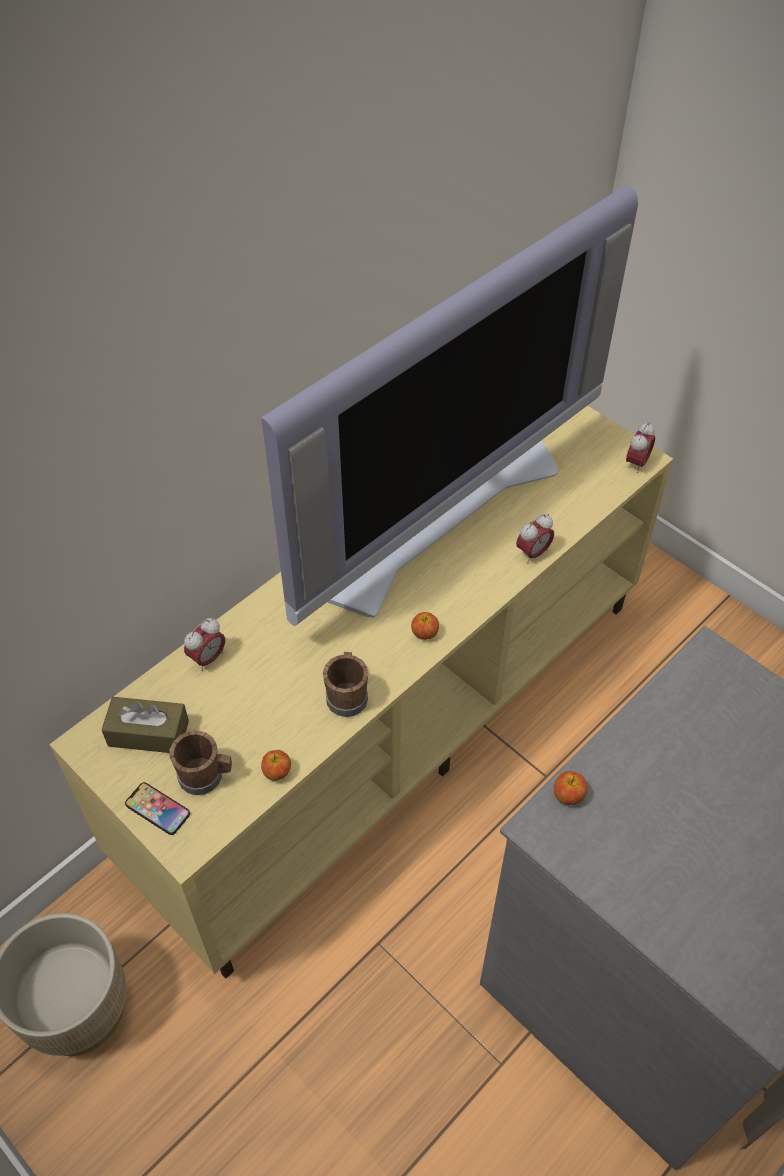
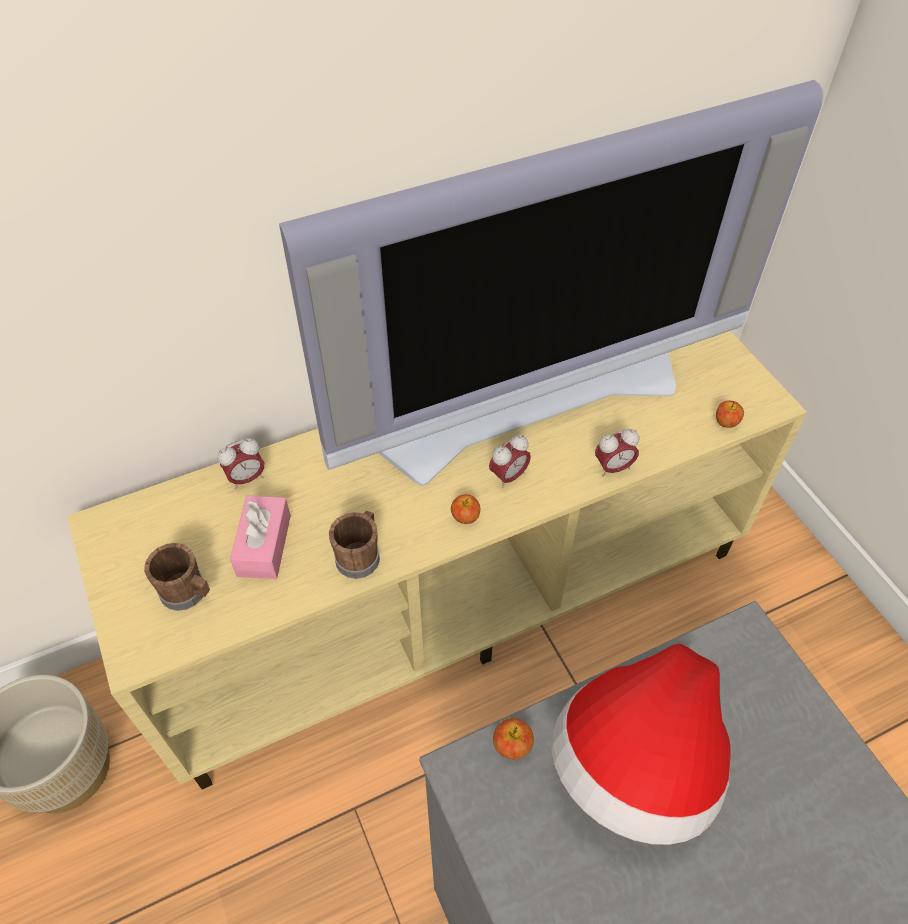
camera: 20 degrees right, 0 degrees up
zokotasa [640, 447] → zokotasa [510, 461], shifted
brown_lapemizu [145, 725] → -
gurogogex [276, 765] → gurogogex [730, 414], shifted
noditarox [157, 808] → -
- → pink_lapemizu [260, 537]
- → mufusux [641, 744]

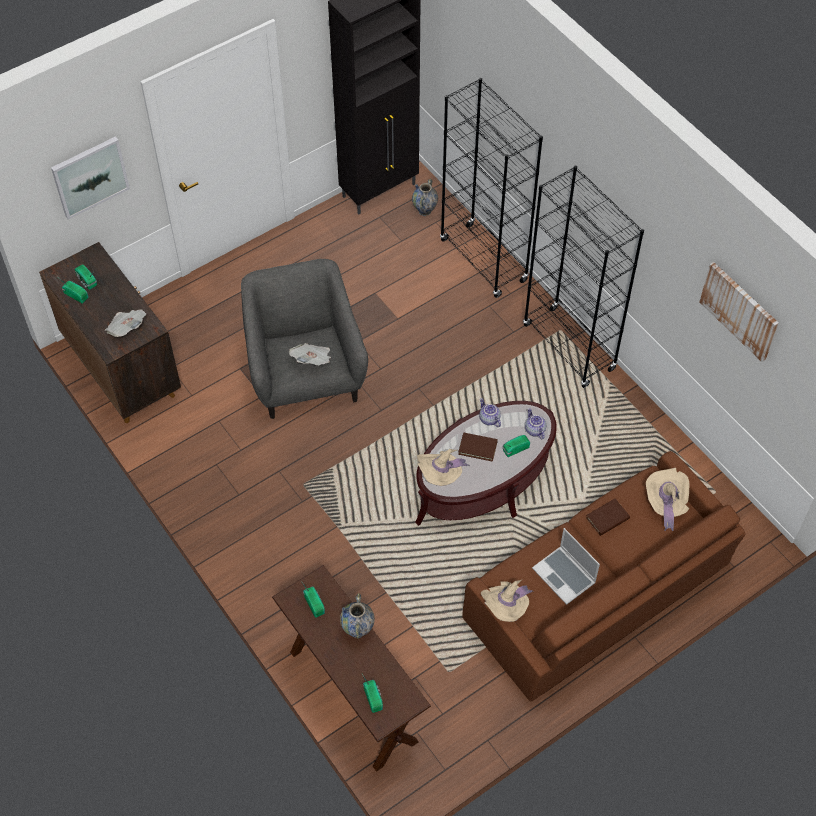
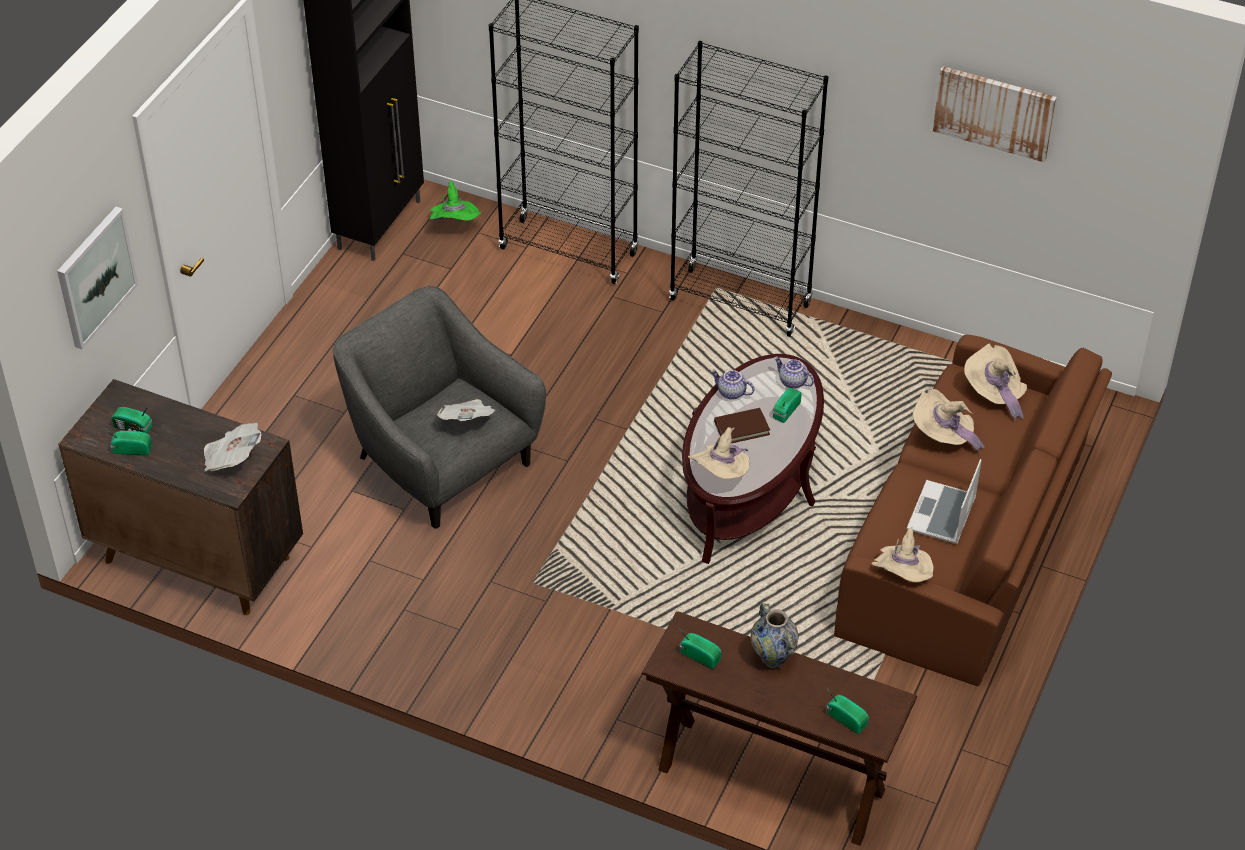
camera: 30 degrees left, 10 degrees down
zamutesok [425, 197] → green_mufusux [455, 200]
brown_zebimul [608, 517] → beige_mufusux [948, 421]
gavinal [566, 566] → gavinal [944, 501], 90 degrees clockwise

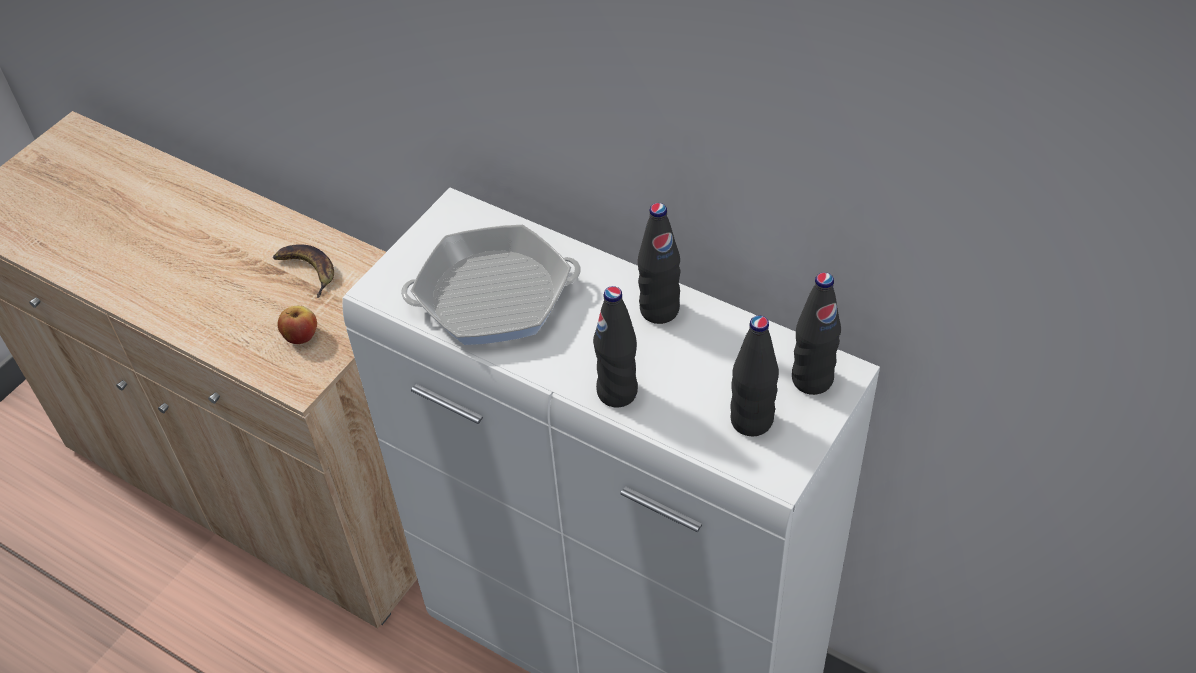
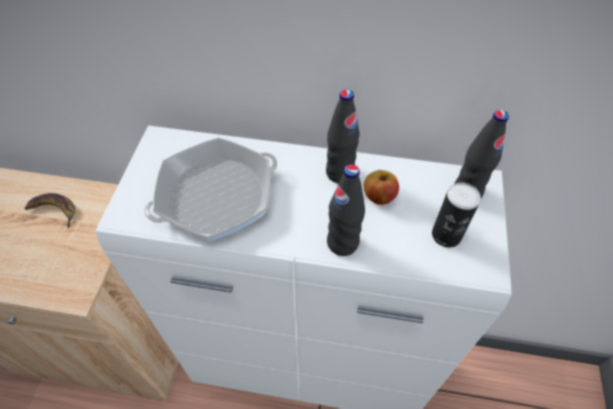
camera: 25 degrees left, 5 degrees up
gurogogex [297, 325] → gurogogex [381, 187], shifted
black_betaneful [754, 375] → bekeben [456, 215]

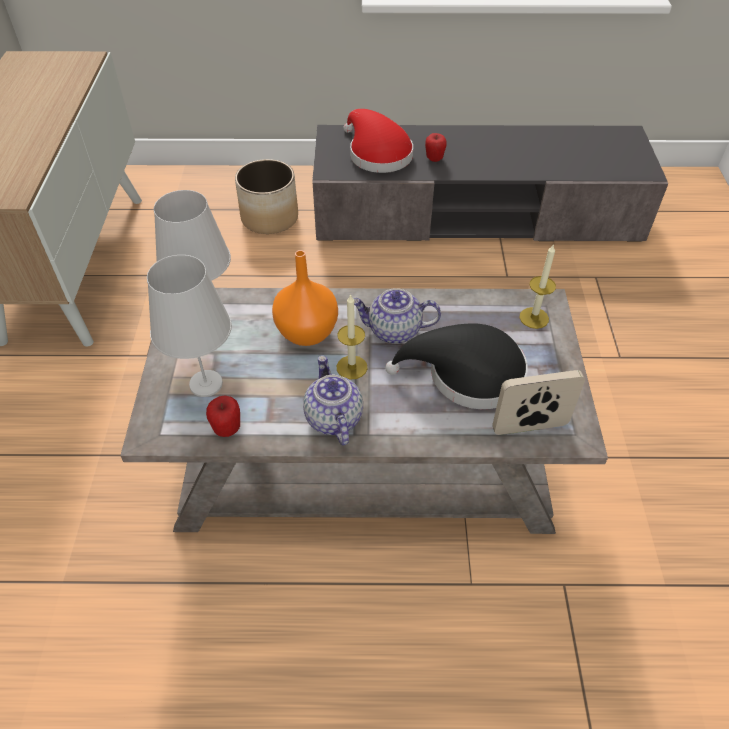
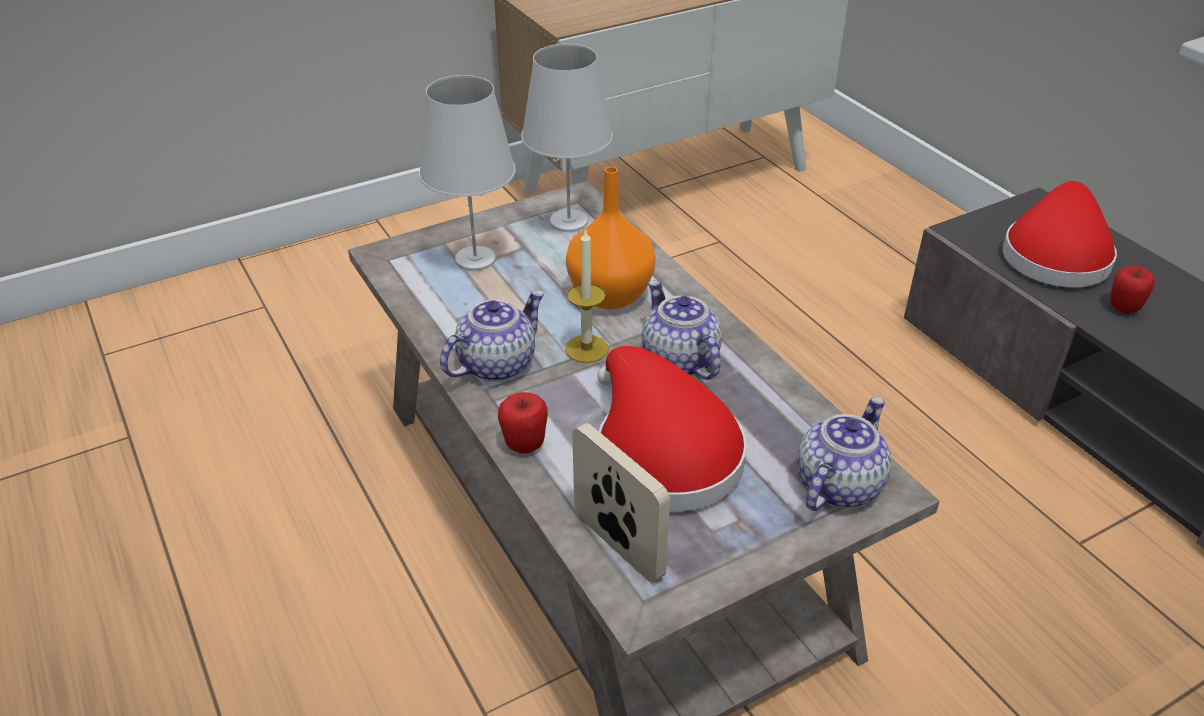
camera: 60 degrees right, 10 degrees down
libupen [266, 196] → -
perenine [537, 286] → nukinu [844, 454]
black_mufusux [456, 366] → red_mufusux [672, 428]
gurogogex [223, 416] → gurogogex [523, 423], shifted

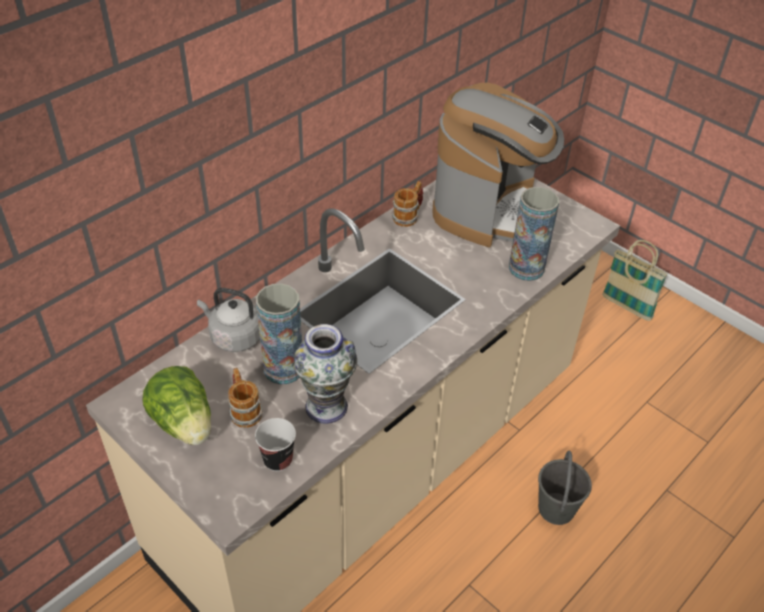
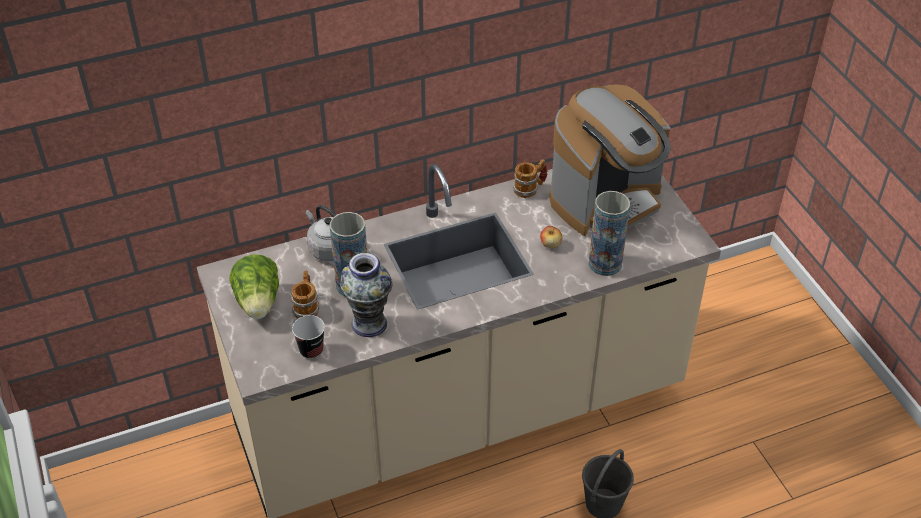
camera: 25 degrees right, 0 degrees up
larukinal [635, 280] → -
- → gurogogex [551, 237]

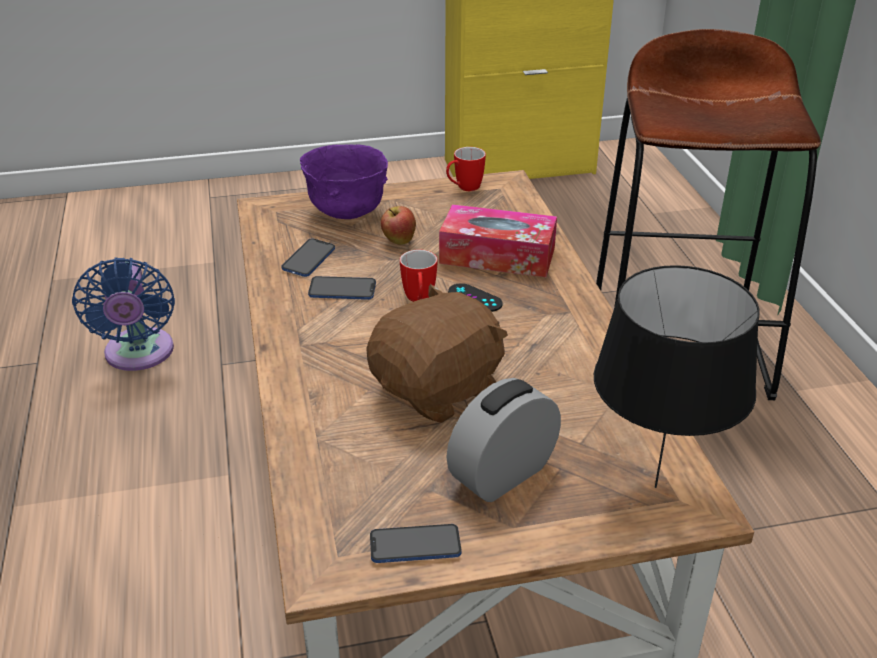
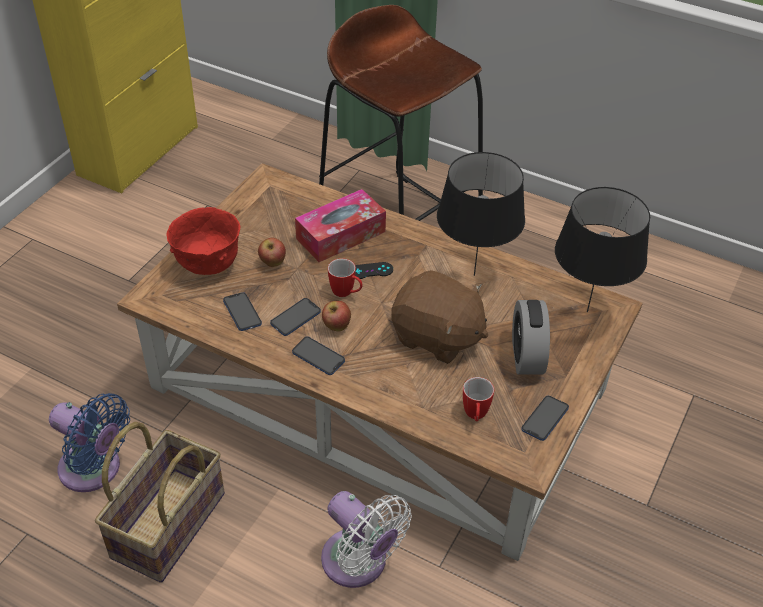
camera: 50 degrees left, 10 degrees up
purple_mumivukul [344, 181] → red_mumivukul [203, 241]
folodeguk [466, 169] → folodeguk [478, 399], shifted
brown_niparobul [437, 353] → brown_niparobul [440, 317], 120 degrees clockwise
- → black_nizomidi [481, 214]
- → gurogogex [336, 316]
- → noditarox [318, 355]
- → larukinal [160, 502]
- → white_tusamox [366, 539]

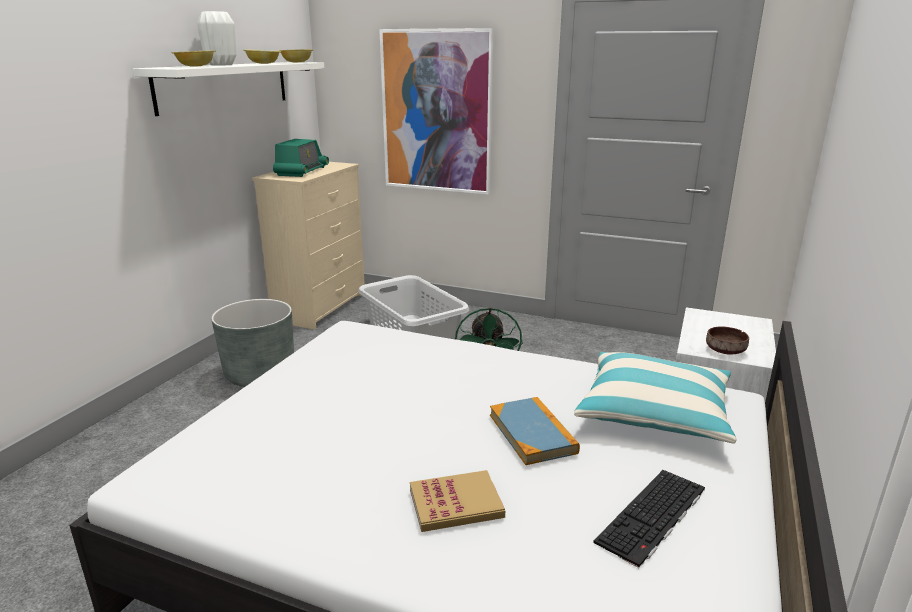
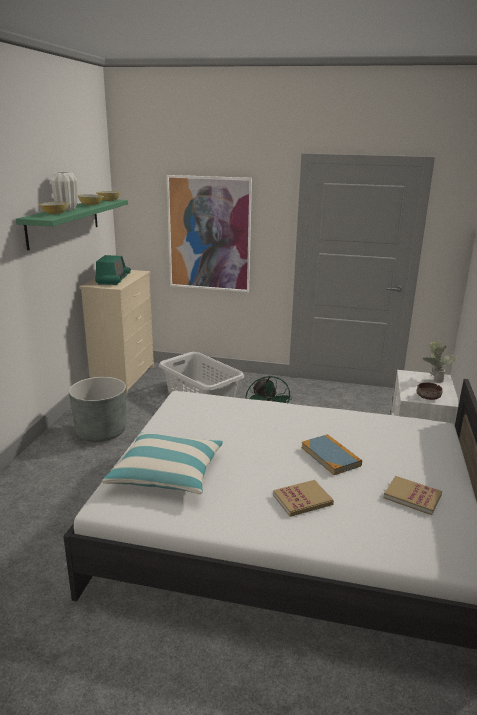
camera: 10 degrees left, 0 degrees up
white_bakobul [229, 89] → green_bakobul [72, 225]
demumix [655, 398] → demumix [162, 463], shifted
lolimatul [649, 519] → zebimul [413, 495]
- → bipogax [440, 361]

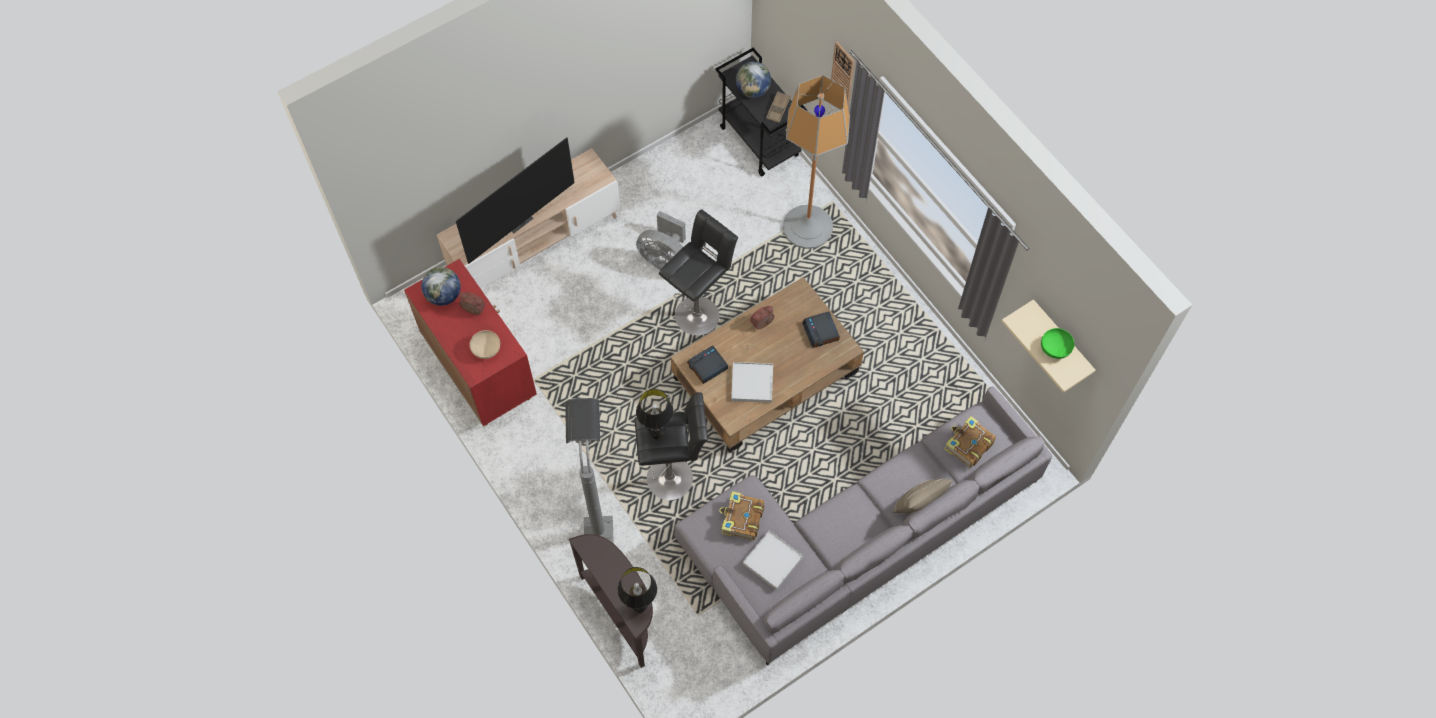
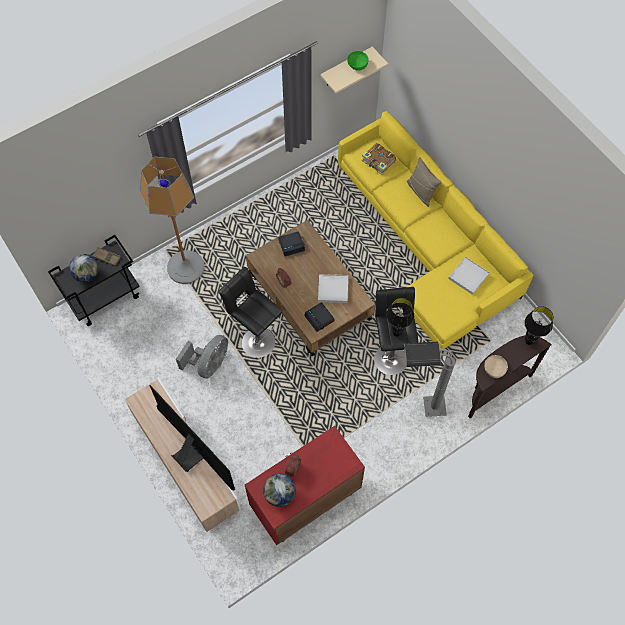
camera: 90 degrees left, 0 degrees up
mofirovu [842, 74] → -
beige_mumivukul [485, 344] → beige_mumivukul [496, 366], shifted
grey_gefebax [863, 526] → yellow_gefebax [435, 232]
zebimul [741, 515] → -

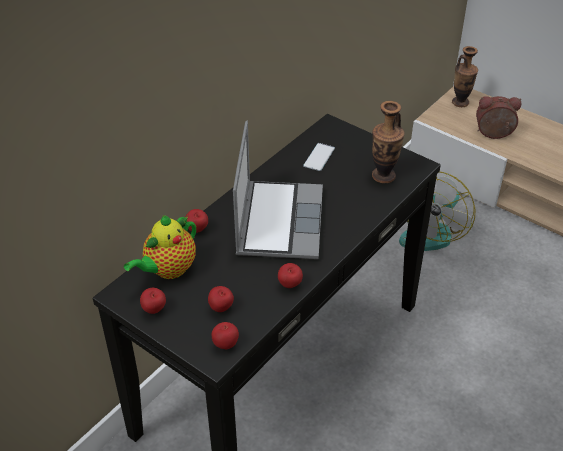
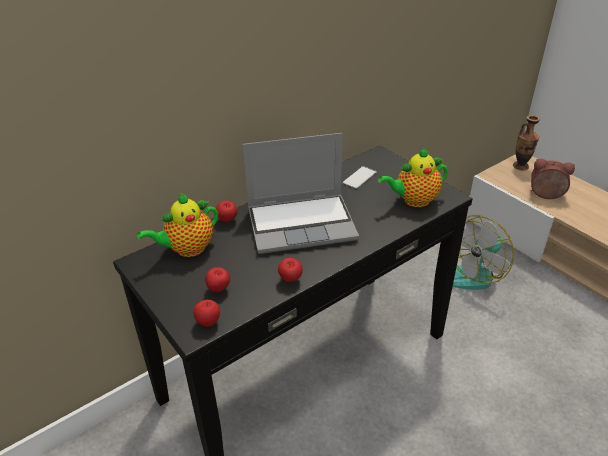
camera: 15 degrees right, 5 degrees down
zamutesok [388, 142] → nukinu [413, 177]
gavinal [278, 189] → gavinal [300, 193], 60 degrees clockwise
gurogogex [153, 301] → -

